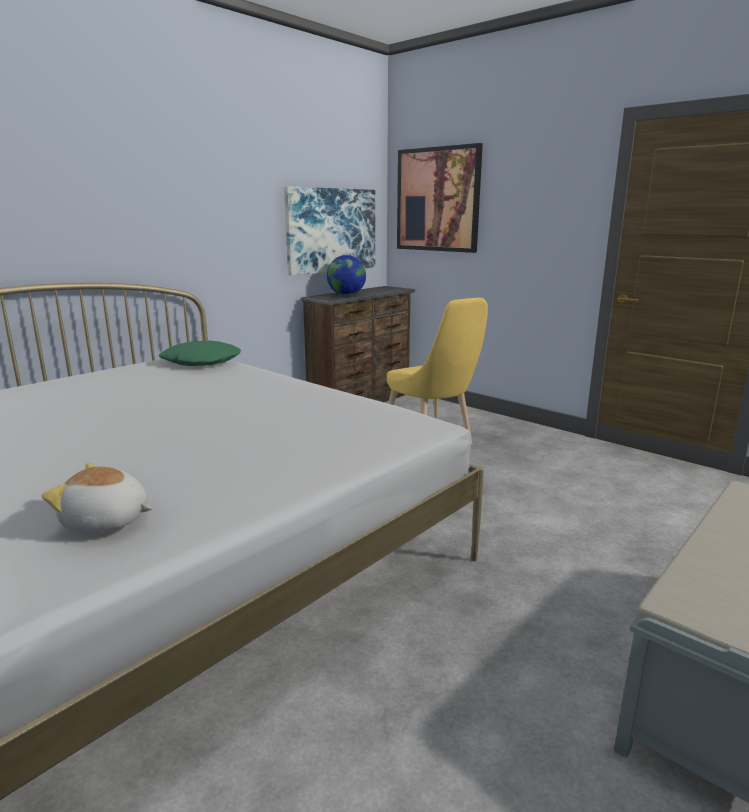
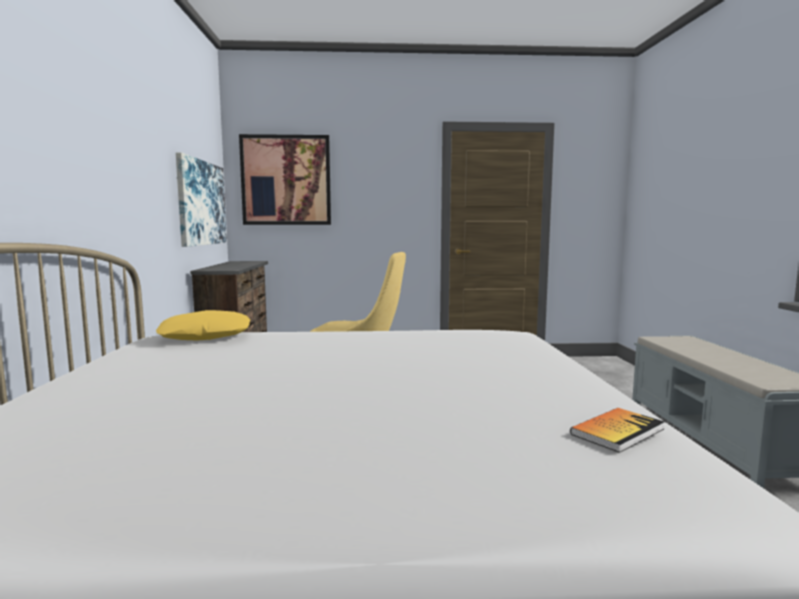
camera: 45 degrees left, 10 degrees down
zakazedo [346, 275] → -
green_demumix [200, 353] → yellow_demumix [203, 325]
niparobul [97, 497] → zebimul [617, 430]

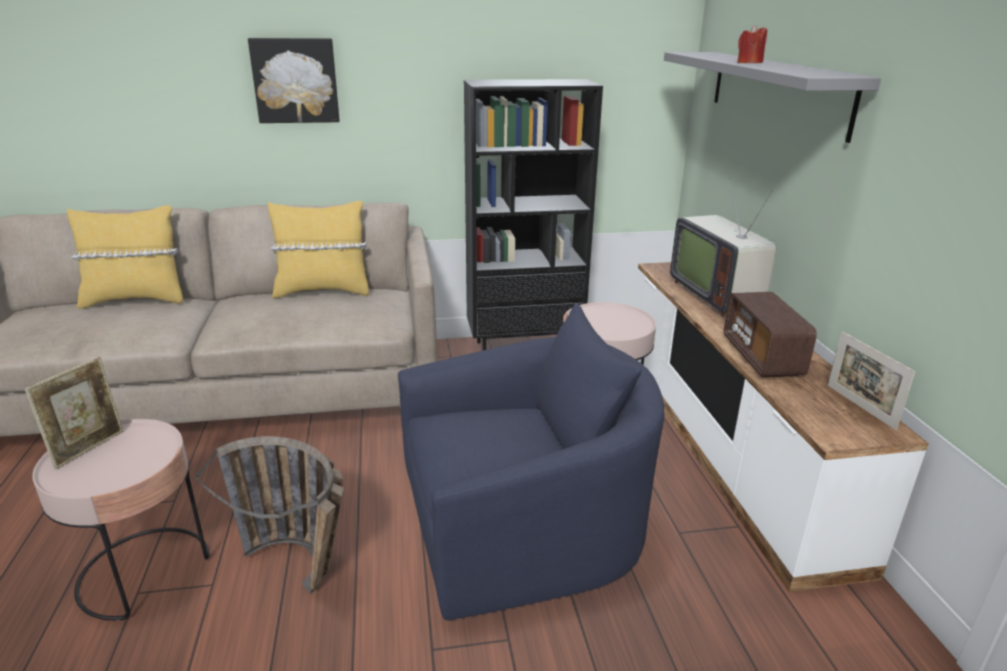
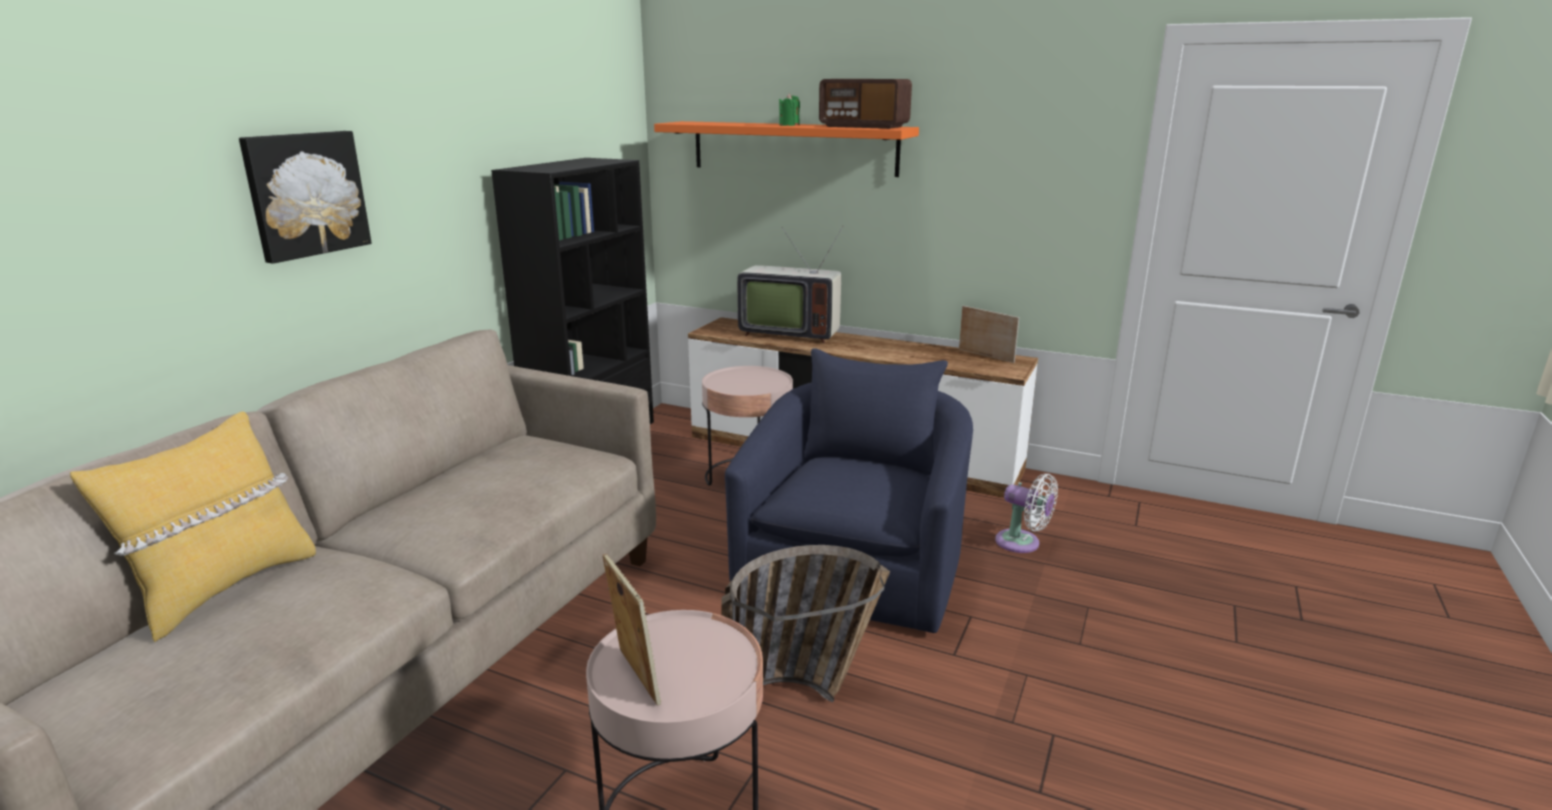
camera: 55 degrees left, 5 degrees down
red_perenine [752, 44] → green_perenine [789, 109]
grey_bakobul [772, 97] → orange_bakobul [786, 149]
yellow_demumix [318, 249] → -
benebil [770, 334] → benebil [865, 104], shifted
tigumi [871, 380] → tigumi [989, 334], 150 degrees counterclockwise
- → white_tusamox [1026, 513]

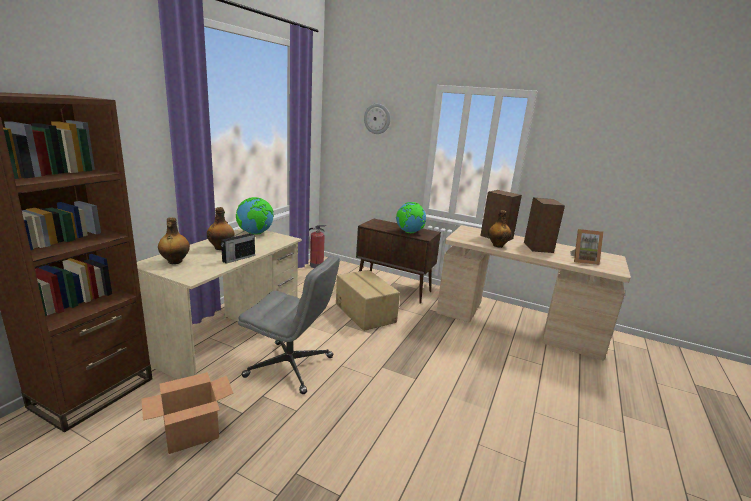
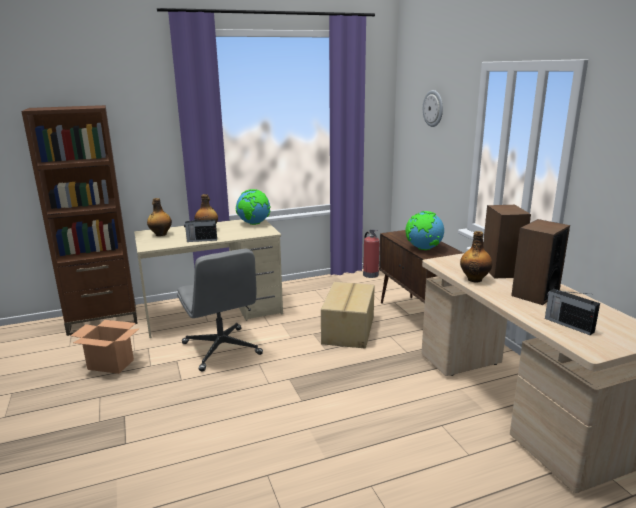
camera: 45 degrees right, 0 degrees up
tigumi [587, 247] → benebil [572, 312]

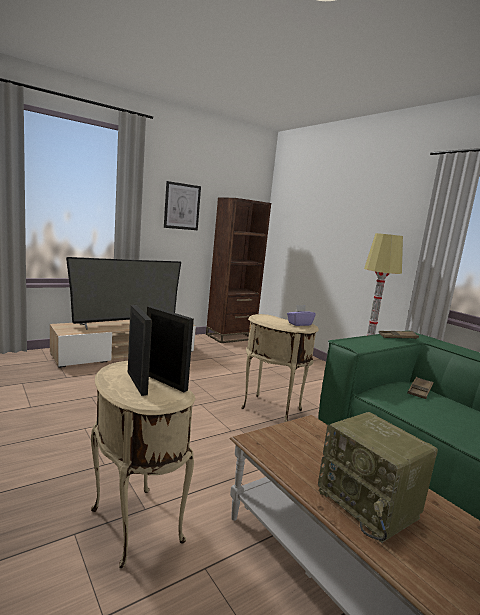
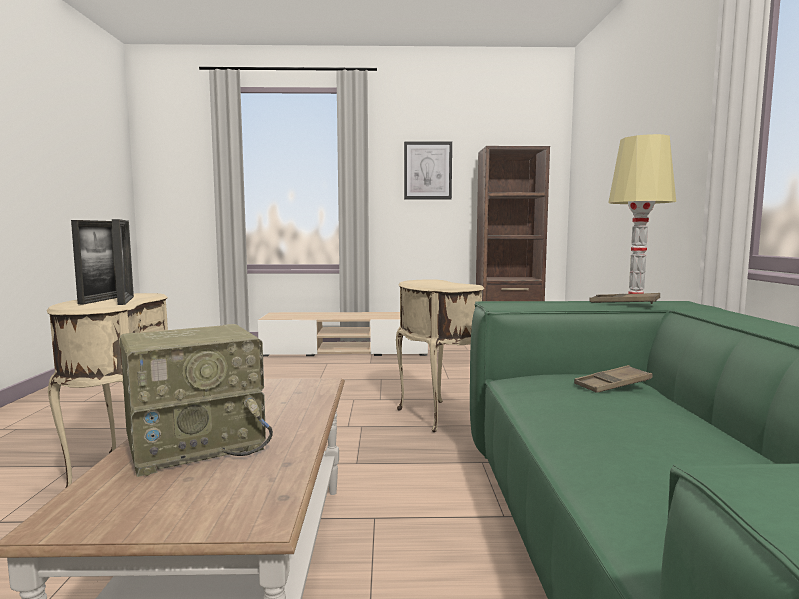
camera: 35 degrees right, 5 degrees down
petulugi [123, 293] → -
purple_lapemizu [301, 315] → -
benebil [378, 477] → benebil [196, 400], 120 degrees counterclockwise

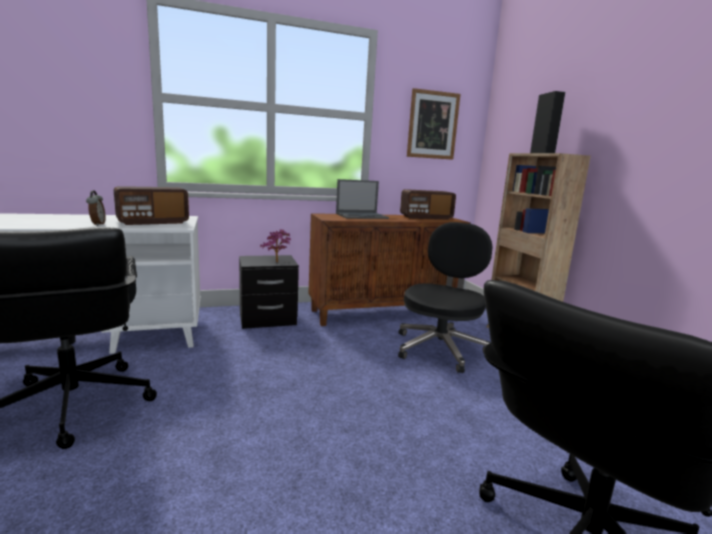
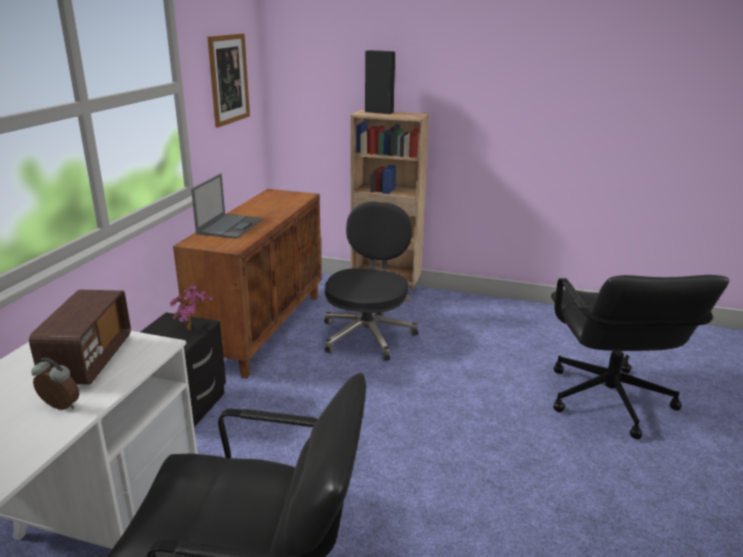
camera: 55 degrees left, 10 degrees up
benebil [428, 204] → -
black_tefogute [445, 297] → black_tefogute [371, 281], 45 degrees clockwise

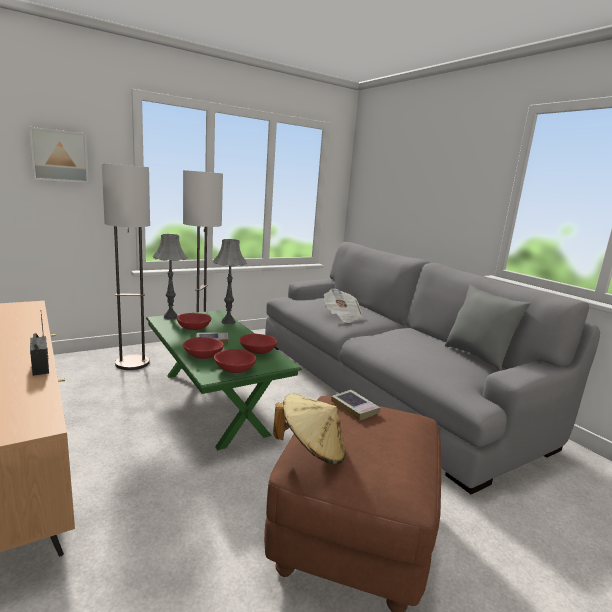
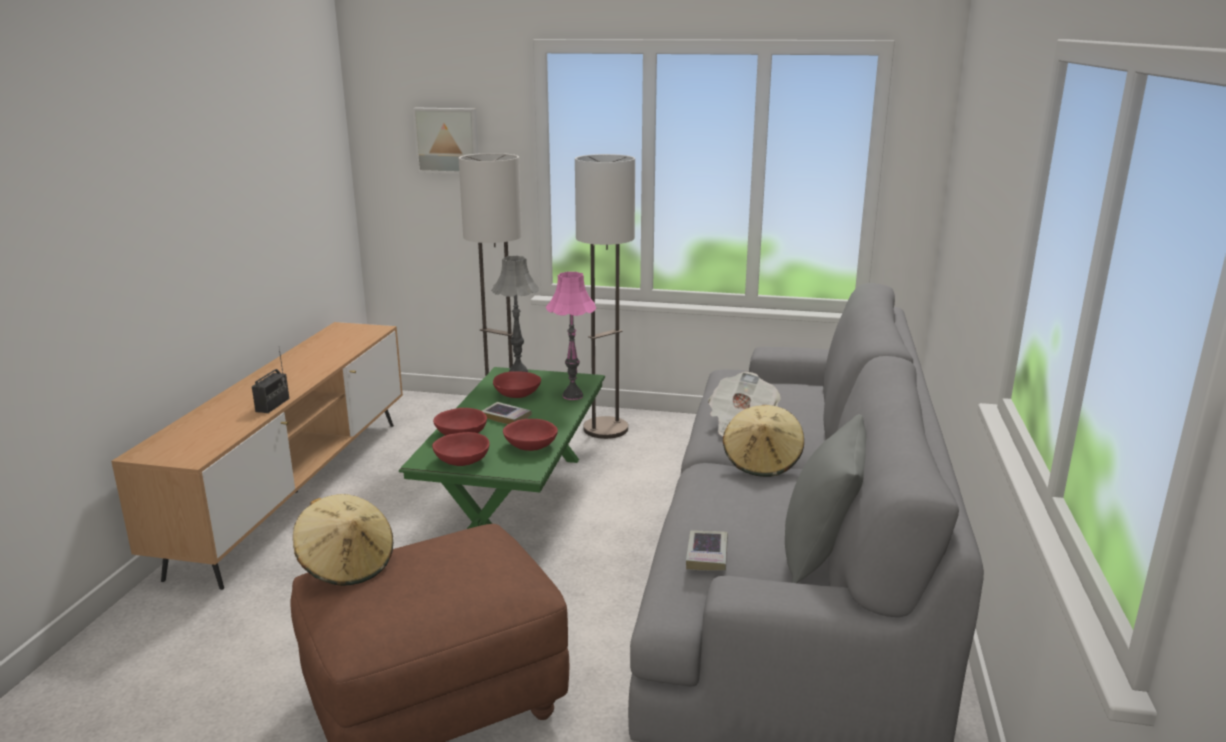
camera: 45 degrees right, 5 degrees up
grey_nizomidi [230, 282] → pink_nizomidi [571, 336]
zebimul [356, 405] → zebimul [707, 550], shifted
- → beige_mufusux [763, 441]

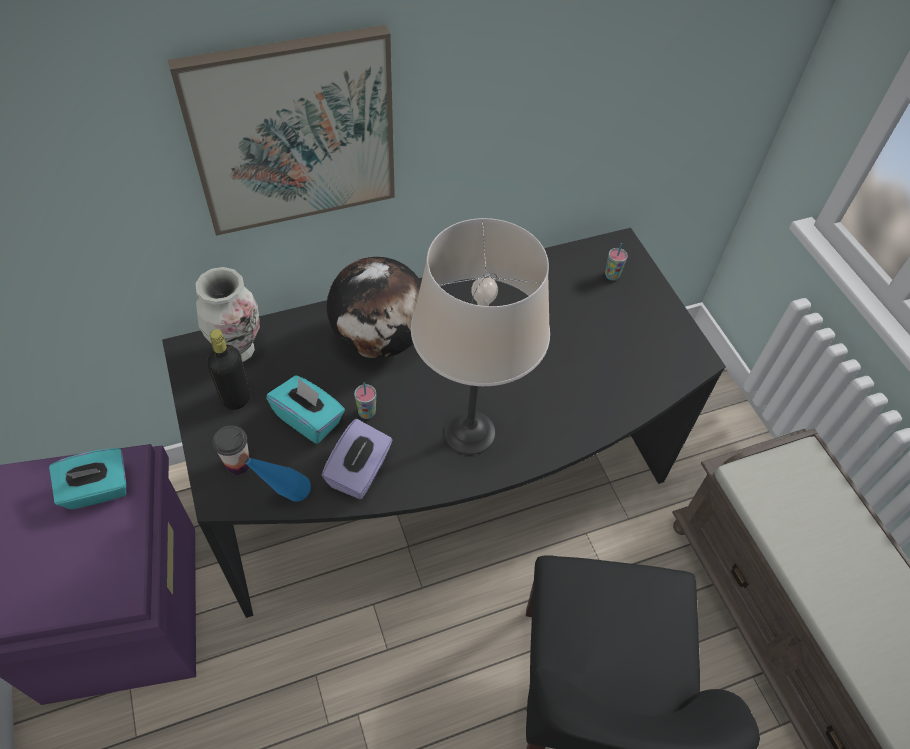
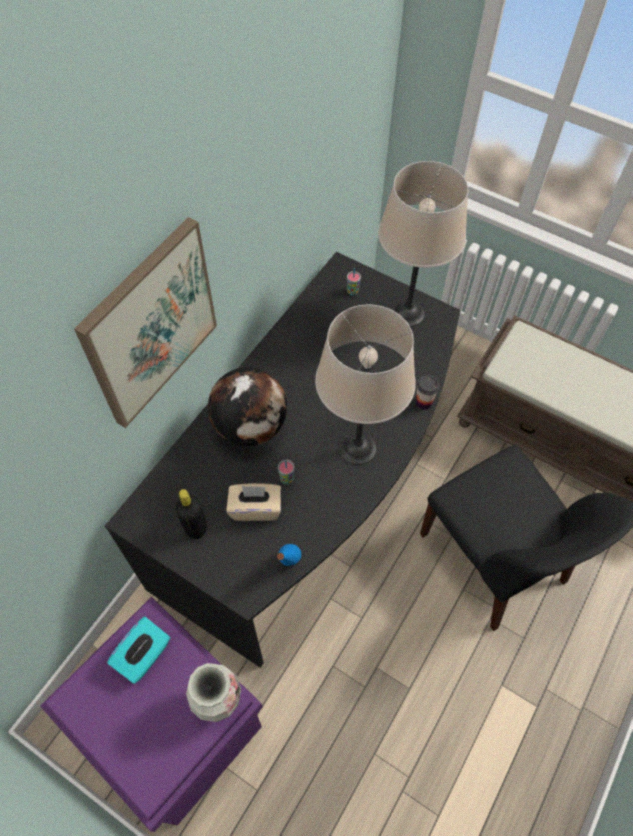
camera: 35 degrees left, 5 degrees up
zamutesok [227, 314] → zamutesok [213, 692], shifted
turquoise_lapemizu [305, 409] → beige_lapemizu [253, 502]
purple_lapemizu [357, 459] → -
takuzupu [231, 450] → takuzupu [428, 392], shifted
- → beige_nizomidi [423, 244]

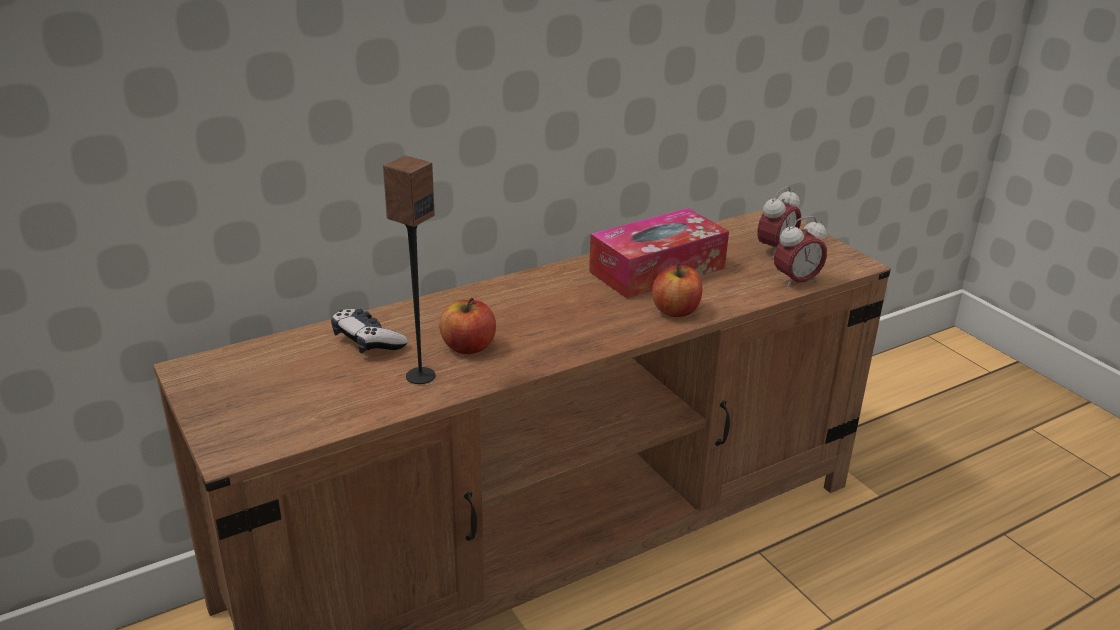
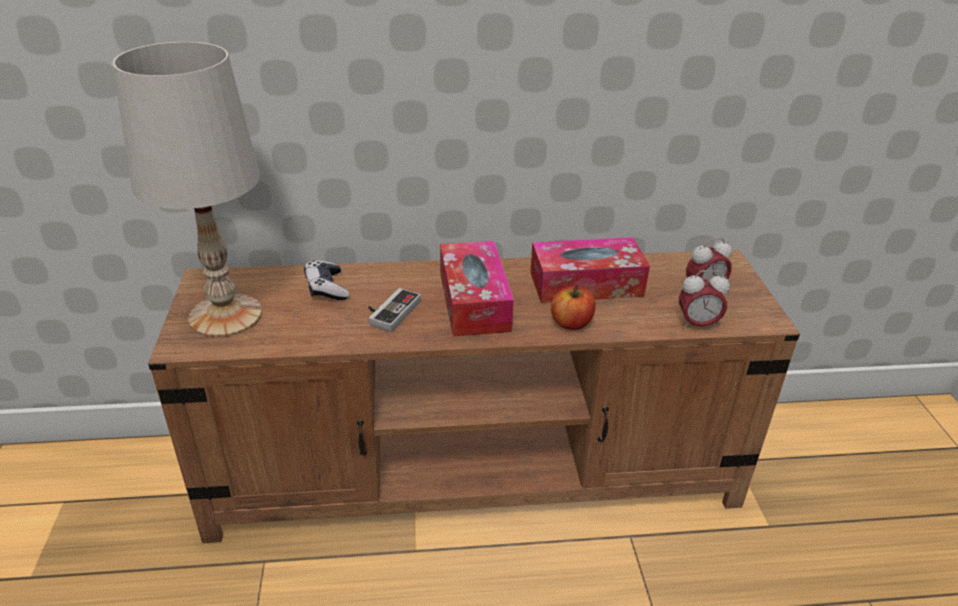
camera: 25 degrees right, 5 degrees up
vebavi [409, 270] → -
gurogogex [468, 326] → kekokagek [394, 310]
- → white_nizomidi [187, 190]
- → lapemizu [477, 288]

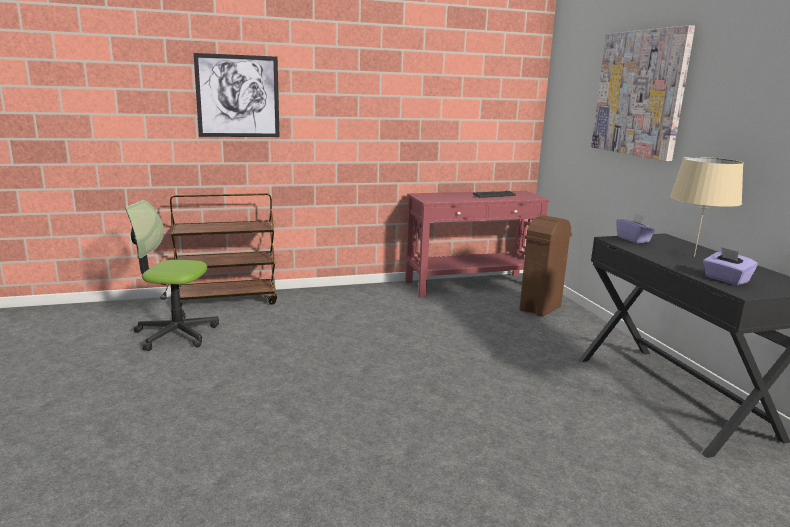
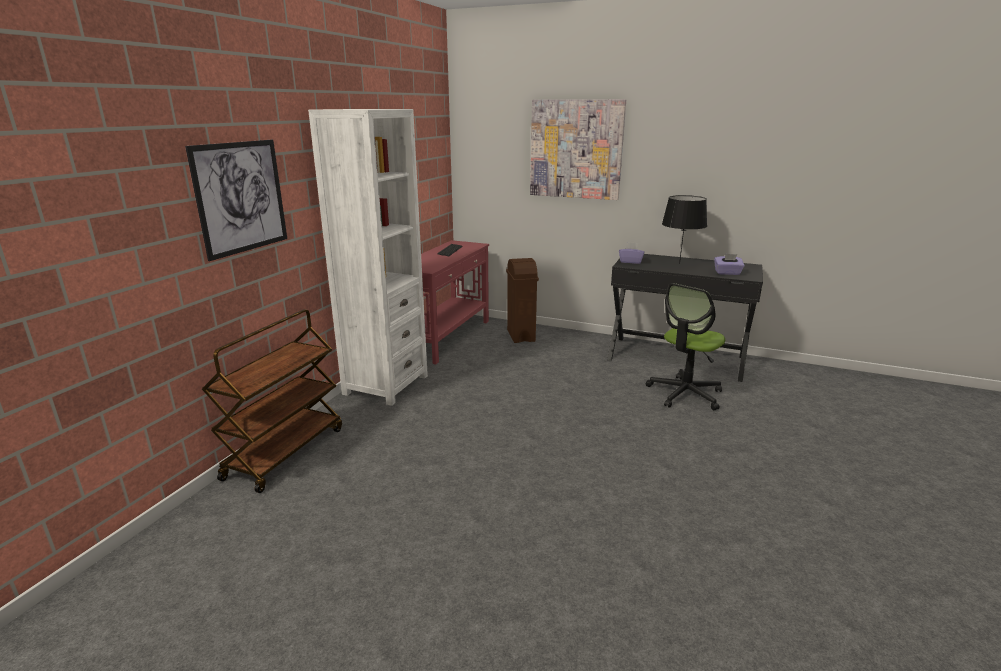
camera: 50 degrees left, 5 degrees up
beige_nizomidi [707, 207] → black_nizomidi [684, 229]
tefogute [172, 275] → tefogute [685, 346], shifted
- → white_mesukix [368, 257]

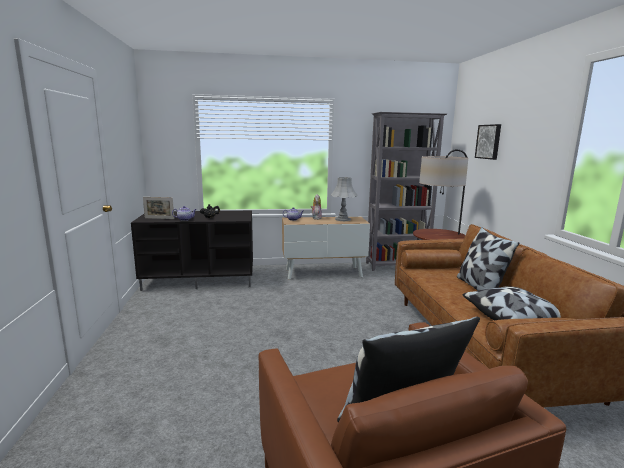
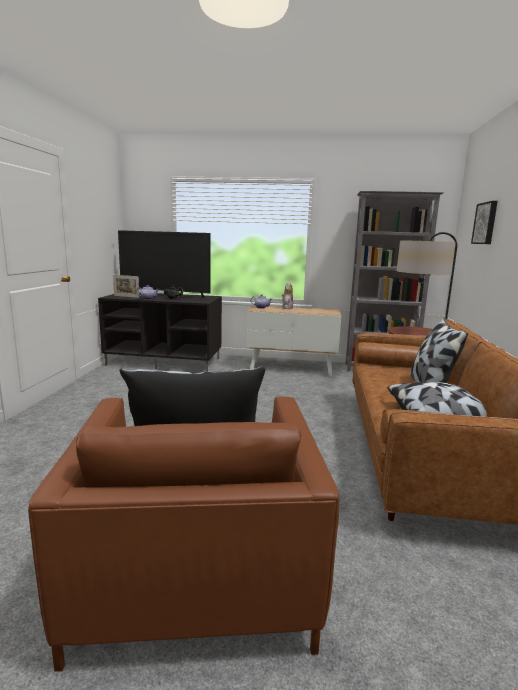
camera: 15 degrees right, 0 degrees up
grey_nizomidi [344, 199] → -
- → petulugi [164, 264]

